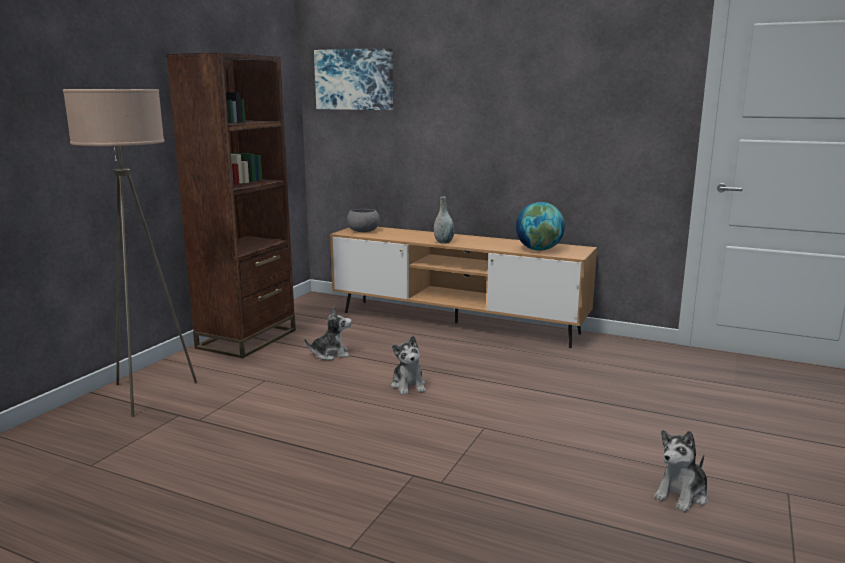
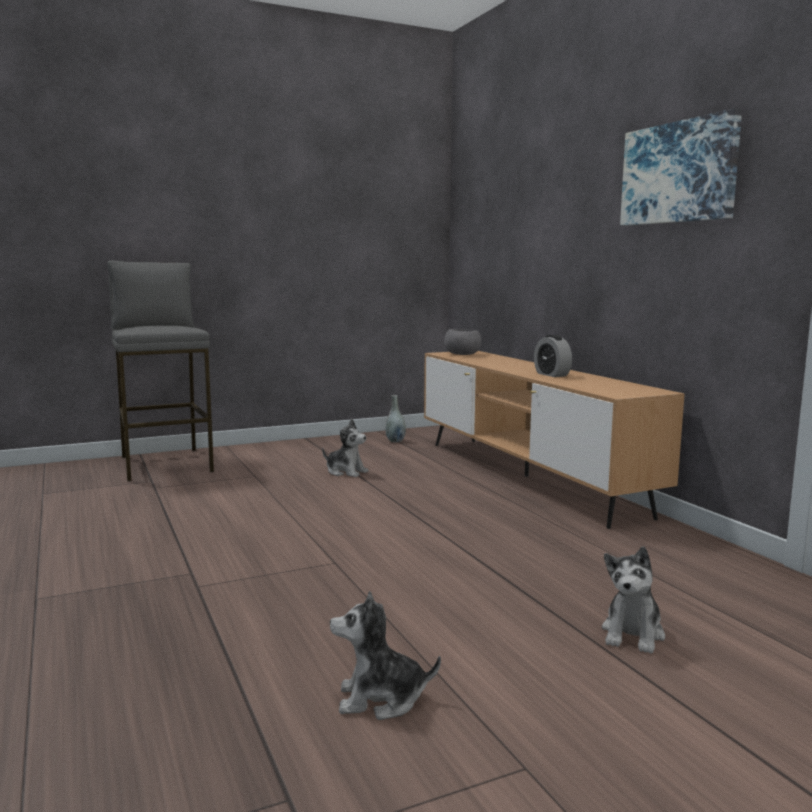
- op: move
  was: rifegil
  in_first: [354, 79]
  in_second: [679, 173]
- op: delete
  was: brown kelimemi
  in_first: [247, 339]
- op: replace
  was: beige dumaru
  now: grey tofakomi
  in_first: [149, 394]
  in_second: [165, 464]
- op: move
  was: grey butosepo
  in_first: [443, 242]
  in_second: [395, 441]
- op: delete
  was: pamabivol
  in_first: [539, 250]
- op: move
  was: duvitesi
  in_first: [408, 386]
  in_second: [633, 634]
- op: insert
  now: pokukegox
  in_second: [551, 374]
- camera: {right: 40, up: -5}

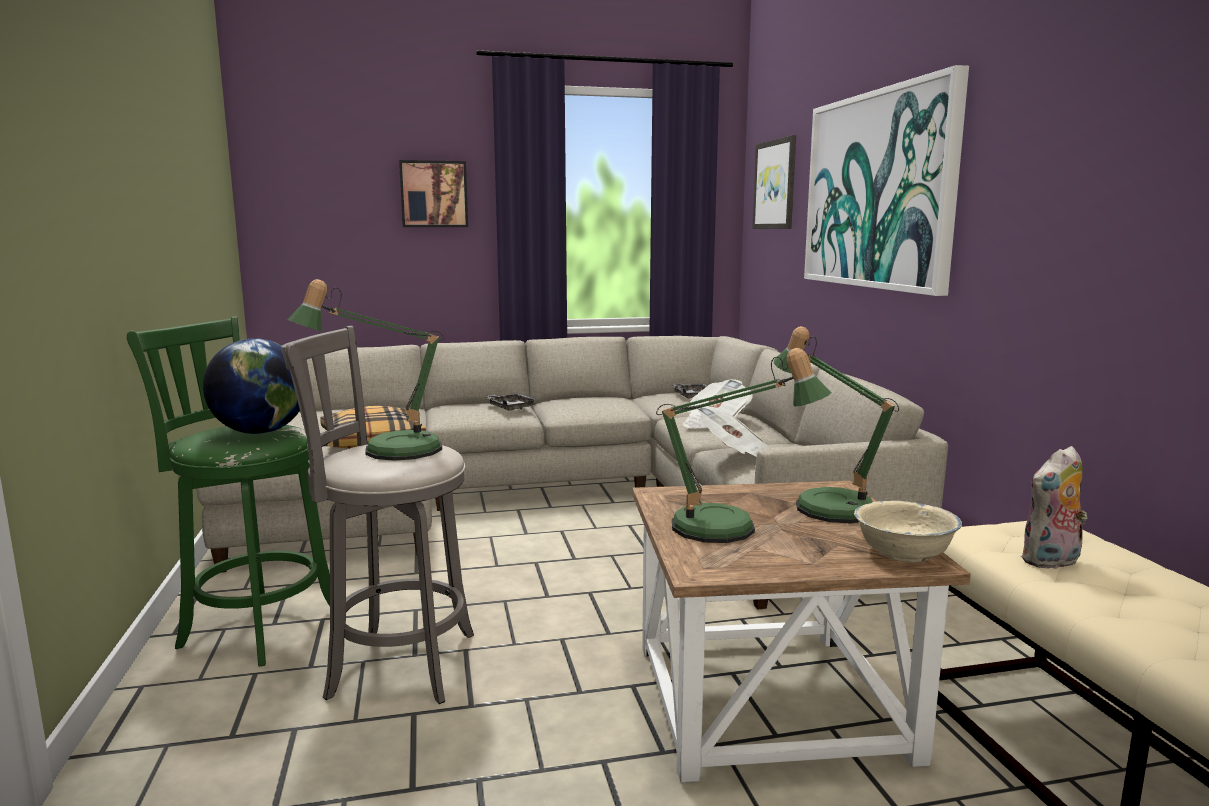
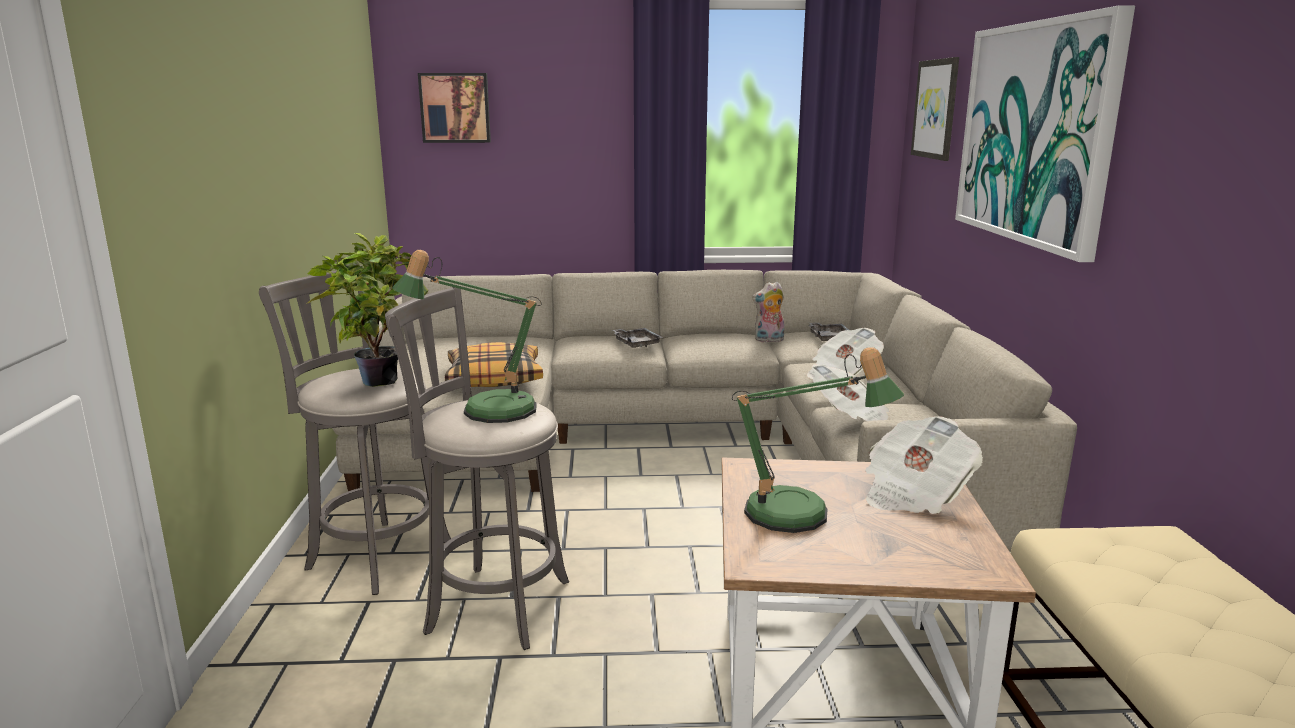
- op: move
  was: rifegil
  in_first: [434, 194]
  in_second: [455, 108]
- op: recolor
  was: green tofakomi
  now: grey tofakomi
  in_first: [255, 626]
  in_second: [375, 554]
- op: replace
  was: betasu
  now: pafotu
  in_first: [826, 504]
  in_second: [914, 493]
- op: replace
  was: pamabivol
  now: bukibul
  in_first: [260, 432]
  in_second: [378, 380]
- op: move
  was: duvitesi
  in_first: [1051, 562]
  in_second: [769, 340]
- op: delete
  was: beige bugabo
  in_first: [904, 553]
- camera: {right: 10, up: 5}

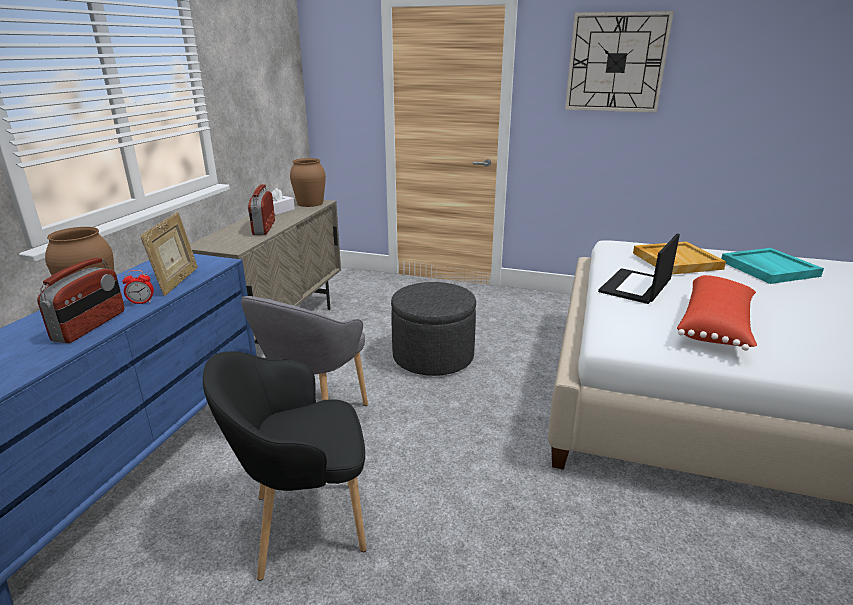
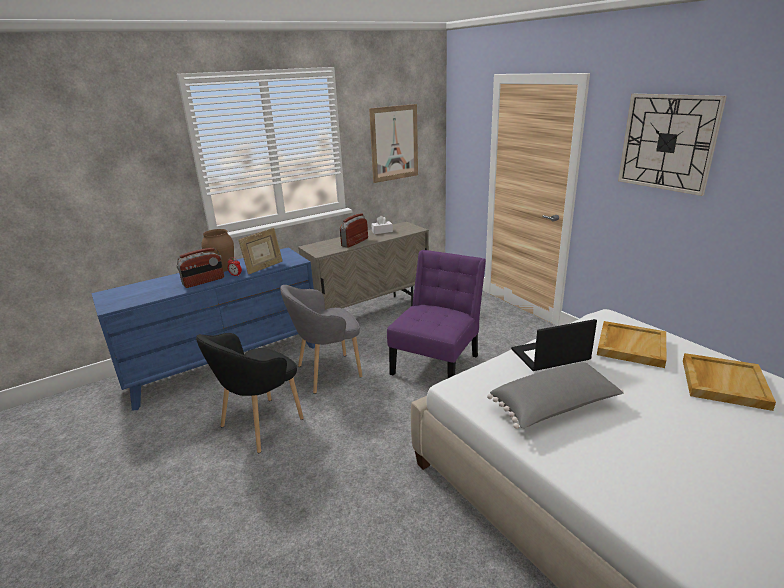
- op: delete
  was: brown butosepo
  in_first: [310, 203]
- op: recolor
  was: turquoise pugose
  now: beige pugose
  in_first: [768, 268]
  in_second: [723, 383]
- op: recolor
  was: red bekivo
  now: grey bekivo
  in_first: [716, 326]
  in_second: [554, 408]
- op: replace
  was: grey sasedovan
  now: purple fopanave
  in_first: [433, 356]
  in_second: [437, 362]
- op: rotate
  was: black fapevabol
  in_first: [303, 526]
  in_second: [260, 425]
  clockwise: -75
- op: insert
  now: rifegil
  in_second: [394, 143]
- camera: {right: 40, up: 0}

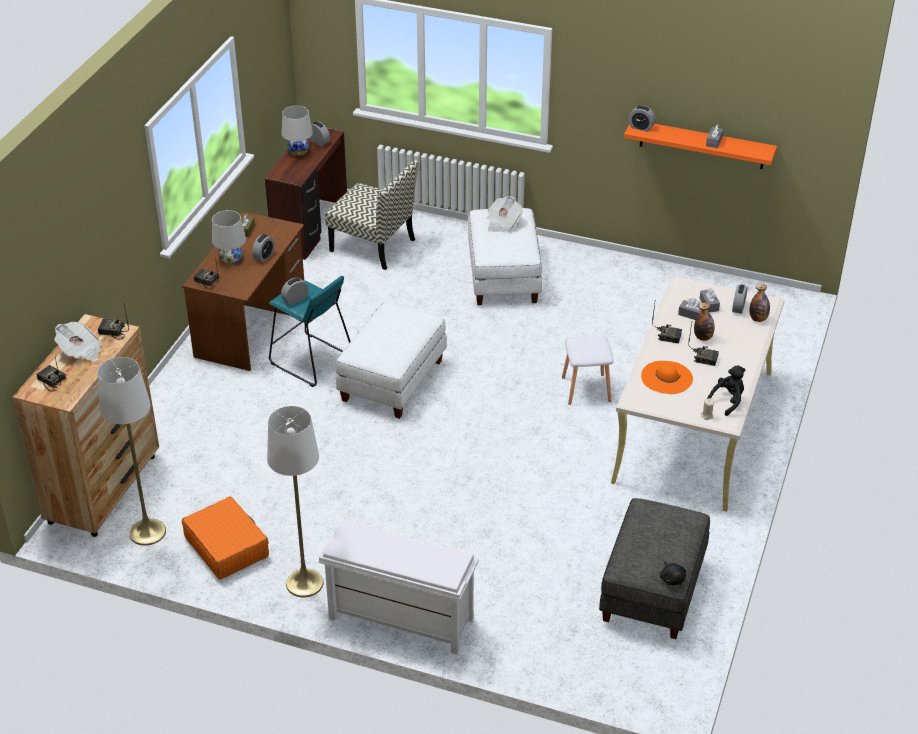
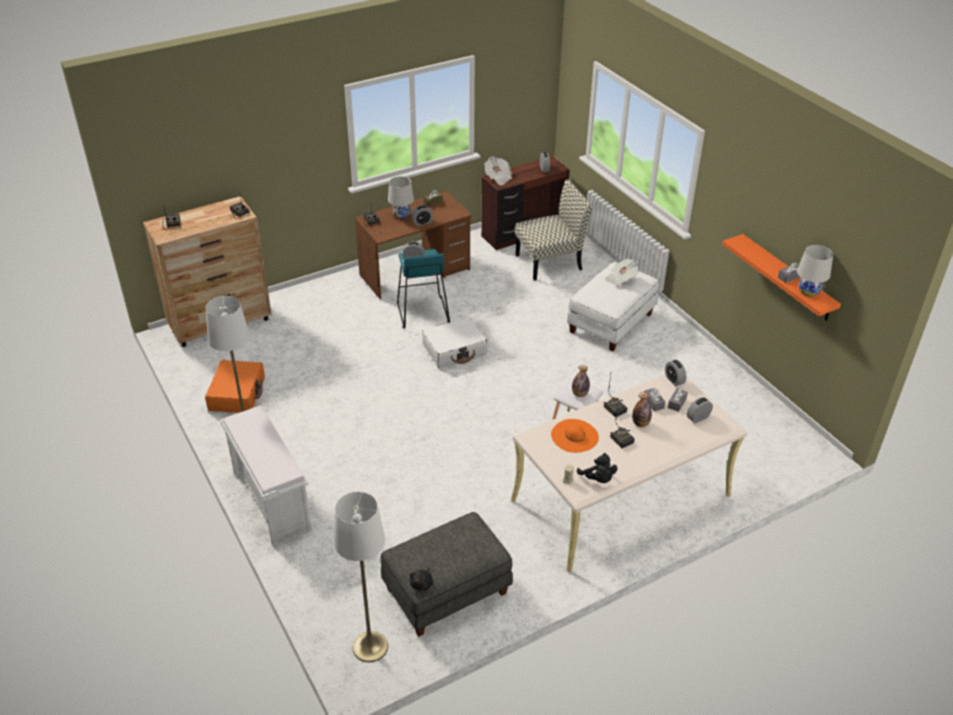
- op: move
  was: white betasu
  in_first: [298, 152]
  in_second: [808, 291]
- op: move
  was: pokukegox
  in_first: [641, 127]
  in_second: [674, 380]
- op: rotate
  was: fopanave
  in_first: [374, 245]
  in_second: [549, 262]
  clockwise: -90
- op: move
  was: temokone
  in_first: [758, 319]
  in_second: [579, 394]
- op: replace
  was: white sasedovan
  now: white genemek
  in_first: [392, 380]
  in_second: [455, 350]
- op: move
  was: pafotu
  in_first: [81, 351]
  in_second: [498, 178]
- op: move
  was: white dumaru
  in_first: [147, 532]
  in_second: [370, 646]
- op: rotate
  was: black duvitesi
  in_first: [728, 401]
  in_second: [598, 479]
  clockwise: 60
- camera: {right: 40, up: 0}

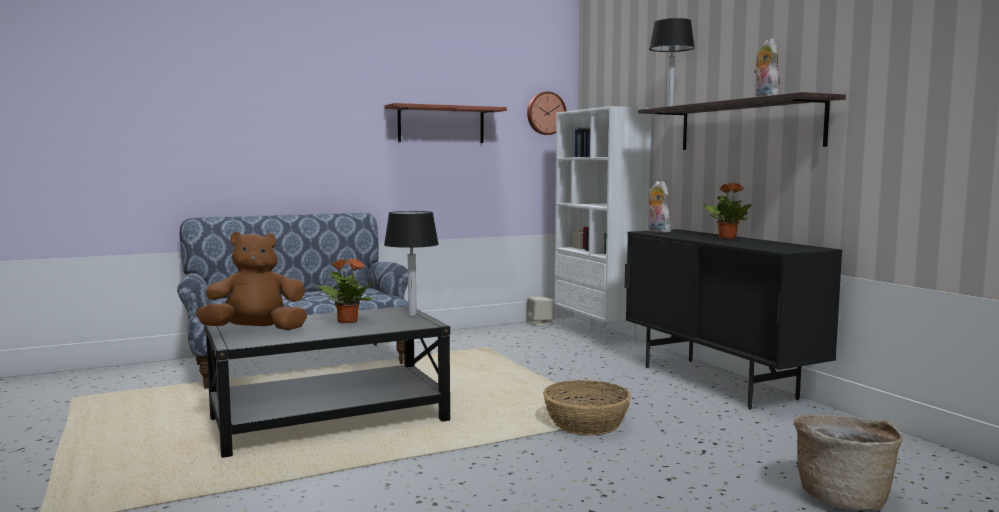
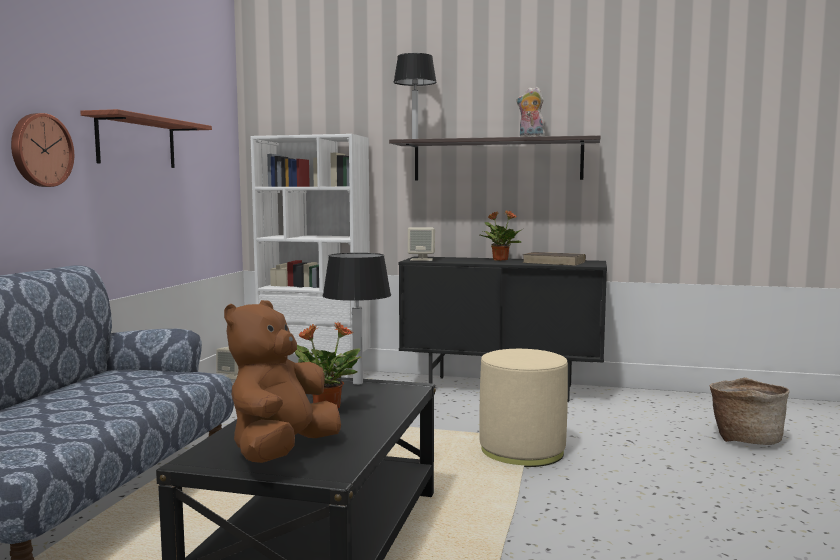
- op: move
  was: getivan
  in_first: [545, 113]
  in_second: [40, 150]
- op: replace
  was: duvitesi
  now: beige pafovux
  in_first: [657, 232]
  in_second: [422, 259]
- op: replace
  was: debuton
  now: beige sasedovan
  in_first: [586, 423]
  in_second: [522, 450]
- op: insert
  now: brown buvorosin
  in_second: [554, 262]
- camera: {right: -50, up: 0}

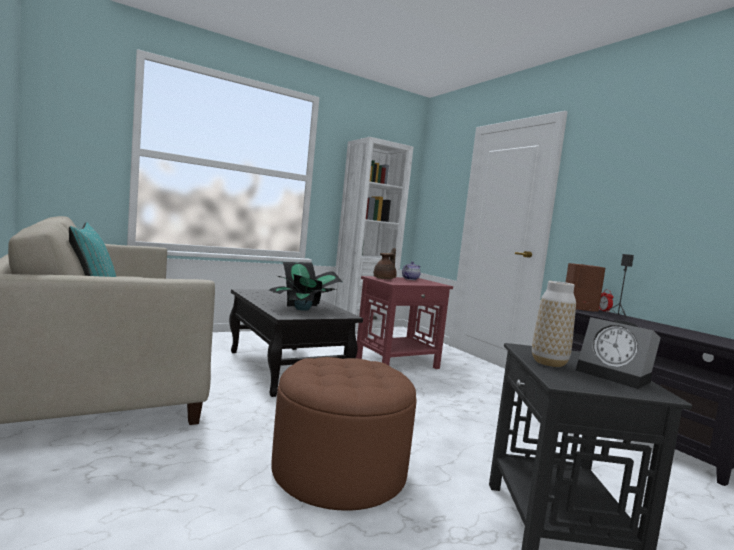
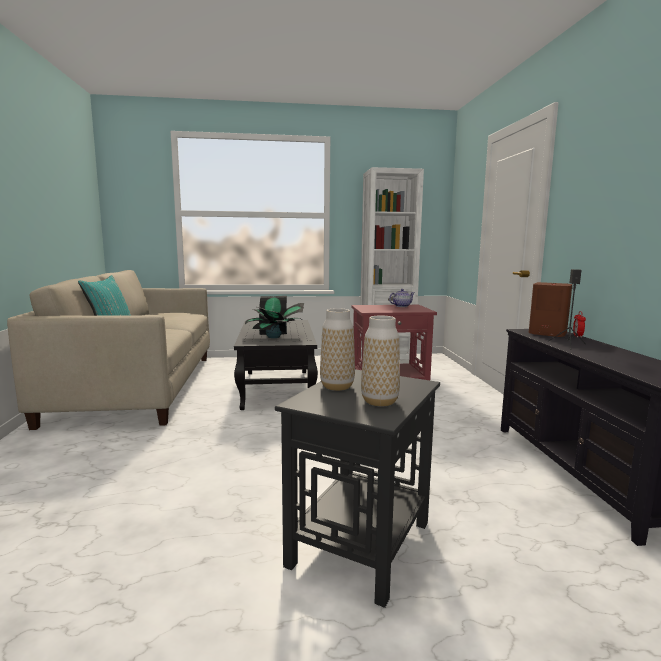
- op: delete
  was: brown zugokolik
  in_first: [385, 279]
- op: replace
  was: pokukegox
  now: butosepo
  in_first: [616, 376]
  in_second: [379, 401]
- op: delete
  was: brown sasedovan
  in_first: [339, 471]
- camera: {right: 25, up: 5}

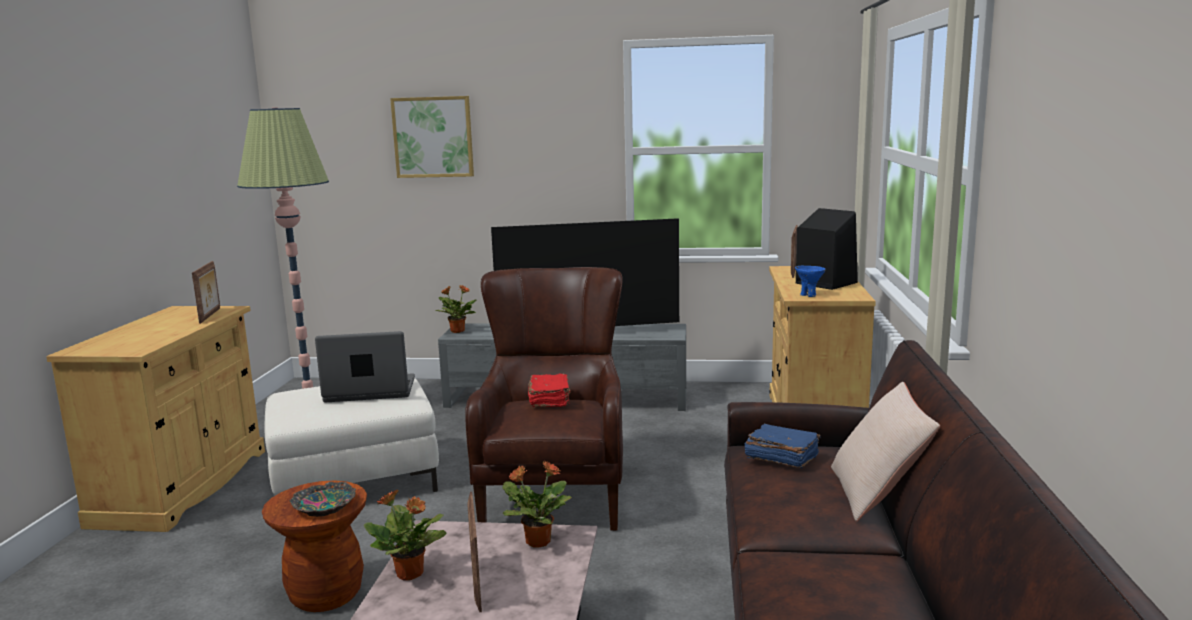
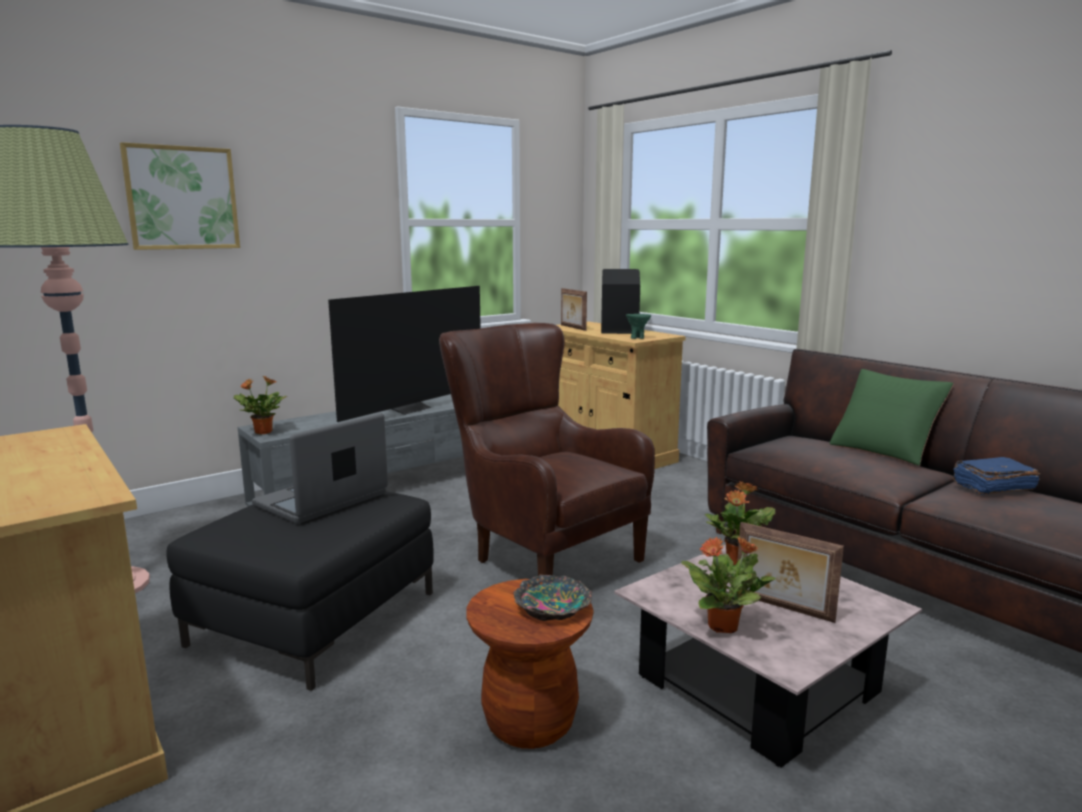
- op: delete
  was: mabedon
  in_first: [211, 315]
- op: recolor
  was: blue bugabo
  now: green bugabo
  in_first: [808, 295]
  in_second: [637, 338]
- op: delete
  was: red buvorosin
  in_first: [550, 400]
- op: recolor
  was: white sasedovan
  now: black sasedovan
  in_first: [354, 479]
  in_second: [315, 618]
- op: recolor
  was: beige bekivo
  now: green bekivo
  in_first: [878, 493]
  in_second: [884, 450]
- op: move
  was: blue buvorosin
  in_first: [781, 457]
  in_second: [991, 487]
- camera: {right: -45, up: 0}

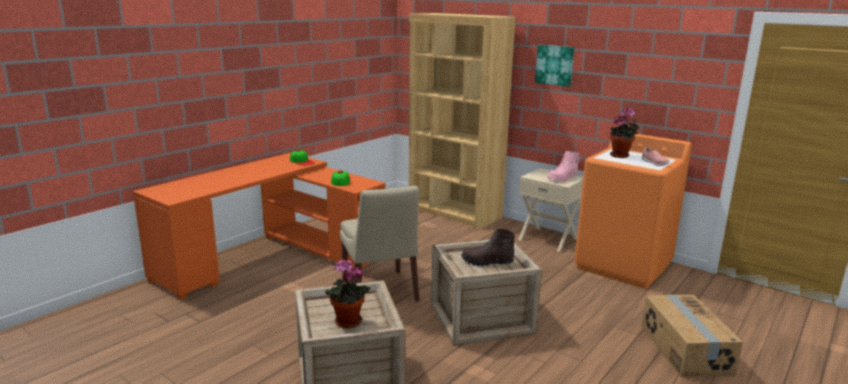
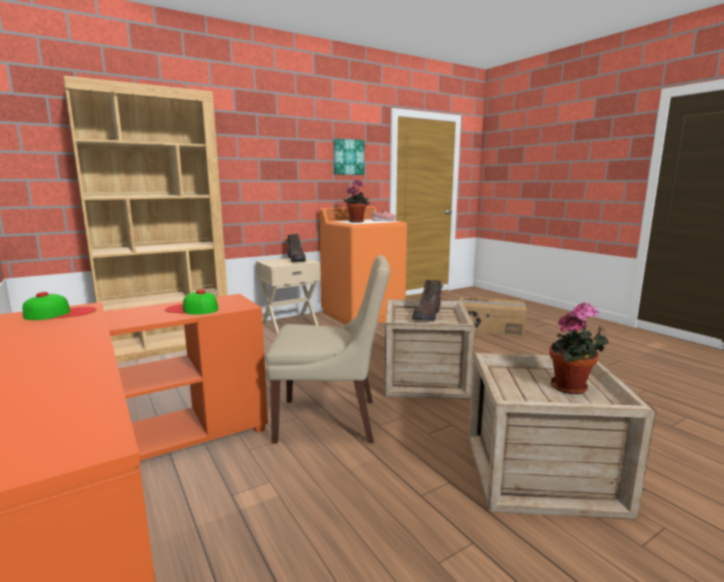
- op: move
  was: rifegil
  in_first: [555, 65]
  in_second: [348, 157]
- op: recolor
  was: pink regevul
  now: brown regevul
  in_first: [563, 178]
  in_second: [296, 260]
- camera: {right: -70, up: -5}

